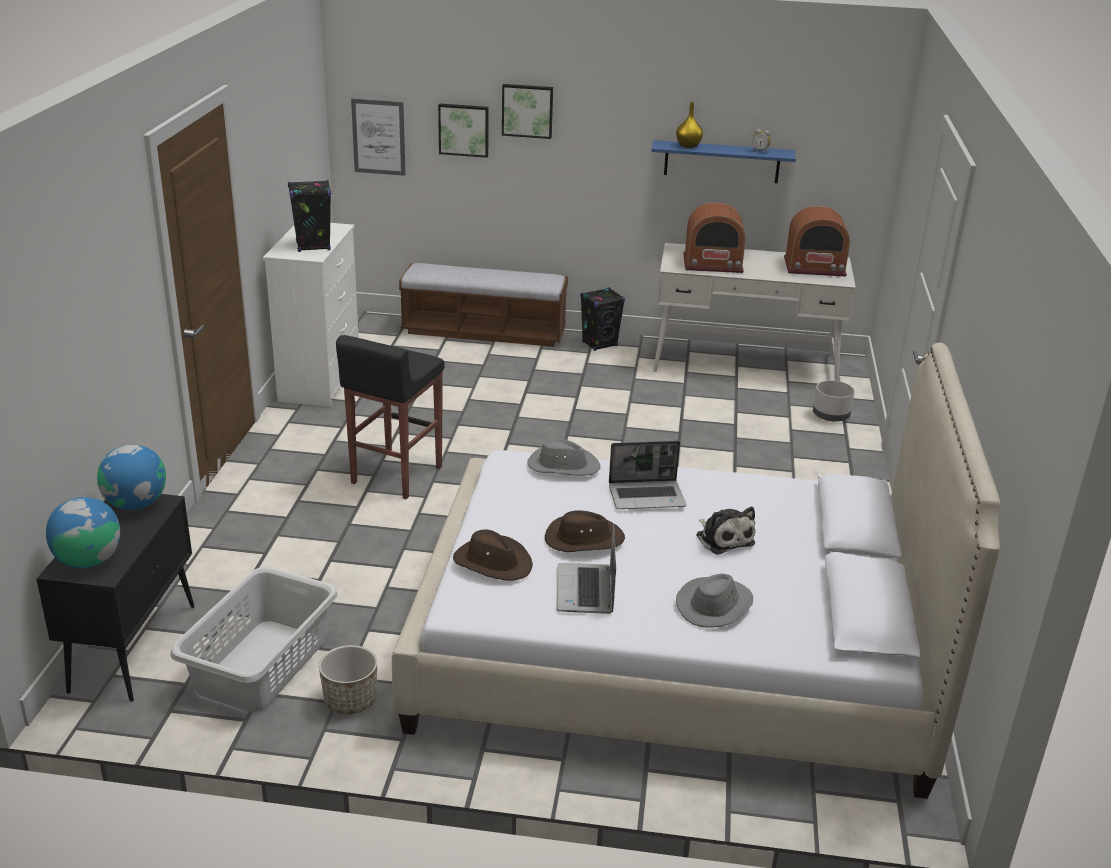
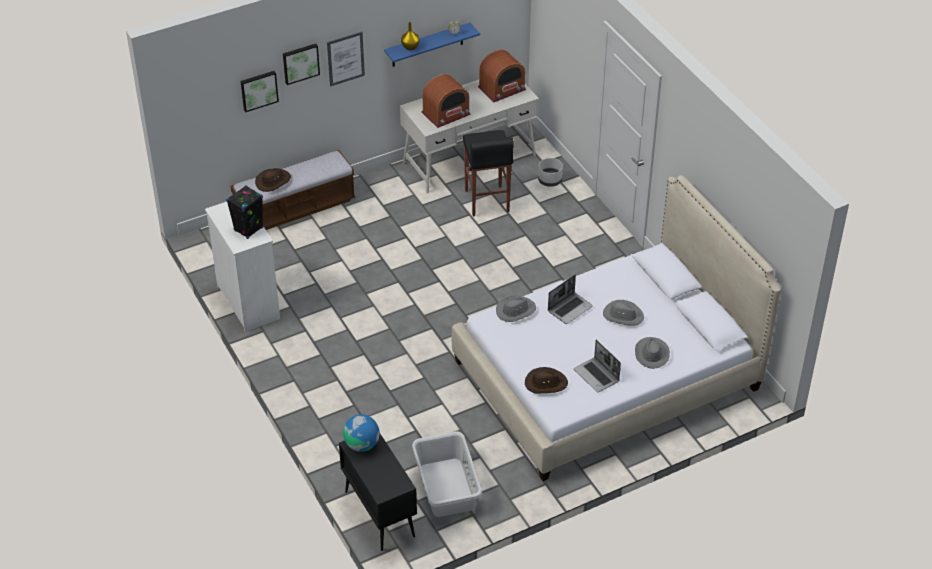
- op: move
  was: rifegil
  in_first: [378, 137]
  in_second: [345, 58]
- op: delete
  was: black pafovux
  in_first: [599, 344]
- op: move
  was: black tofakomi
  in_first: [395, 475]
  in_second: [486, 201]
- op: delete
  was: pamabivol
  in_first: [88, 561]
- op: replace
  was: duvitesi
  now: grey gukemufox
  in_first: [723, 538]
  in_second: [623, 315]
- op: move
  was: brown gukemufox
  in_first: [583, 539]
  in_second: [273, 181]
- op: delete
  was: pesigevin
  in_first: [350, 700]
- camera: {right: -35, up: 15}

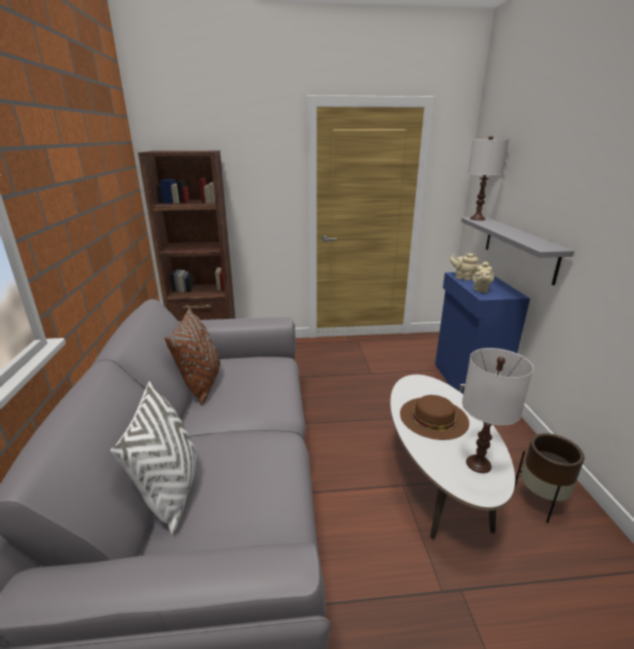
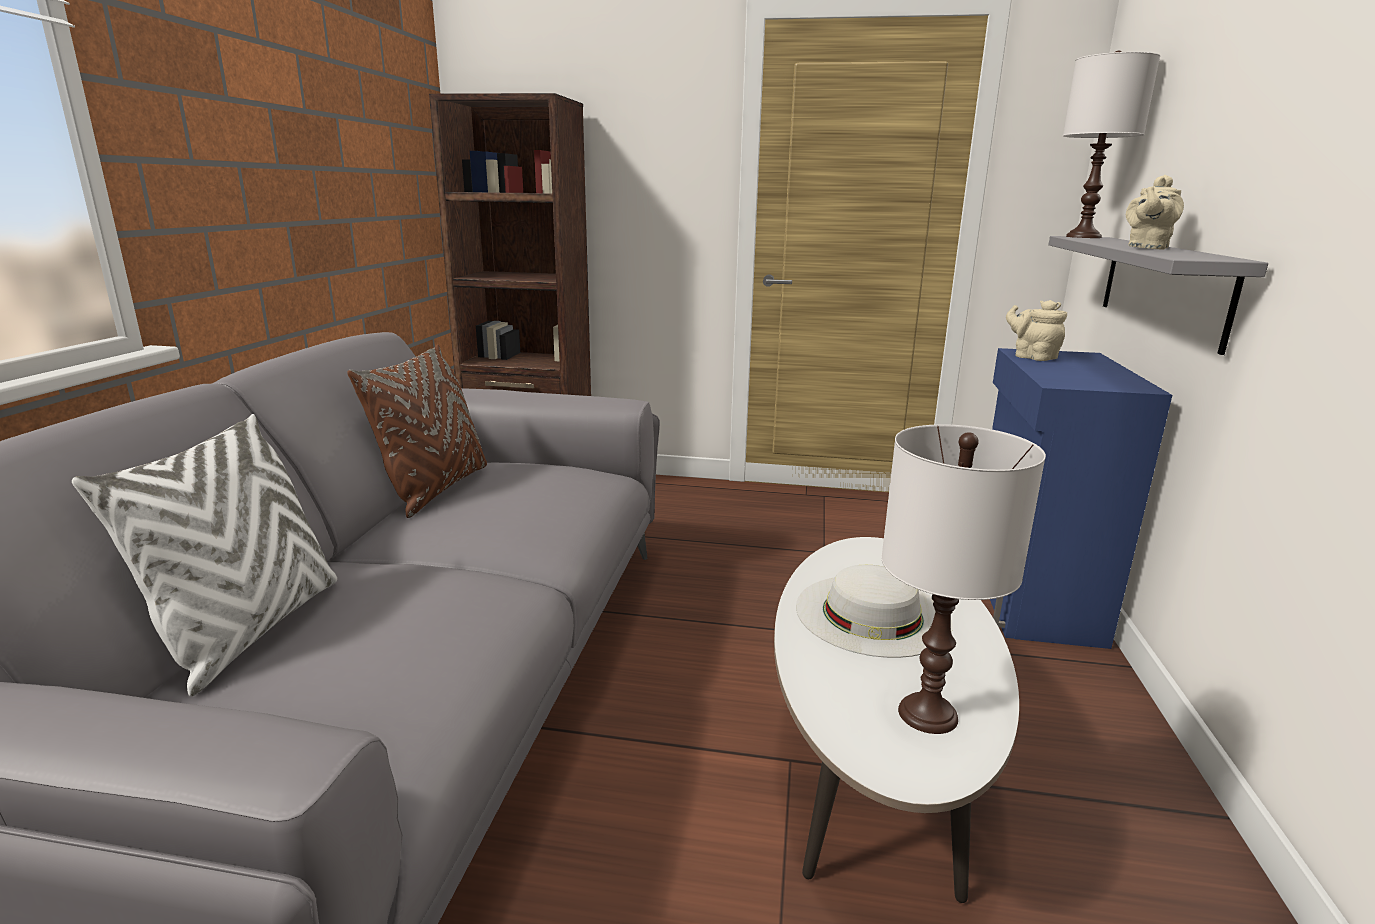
- op: move
  was: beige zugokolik
  in_first: [480, 290]
  in_second: [1146, 248]
- op: recolor
  was: brown gukemufox
  now: white gukemufox
  in_first: [434, 417]
  in_second: [872, 614]
- op: delete
  was: brown pesigevin
  in_first: [540, 501]
- camera: {right: 15, up: -5}

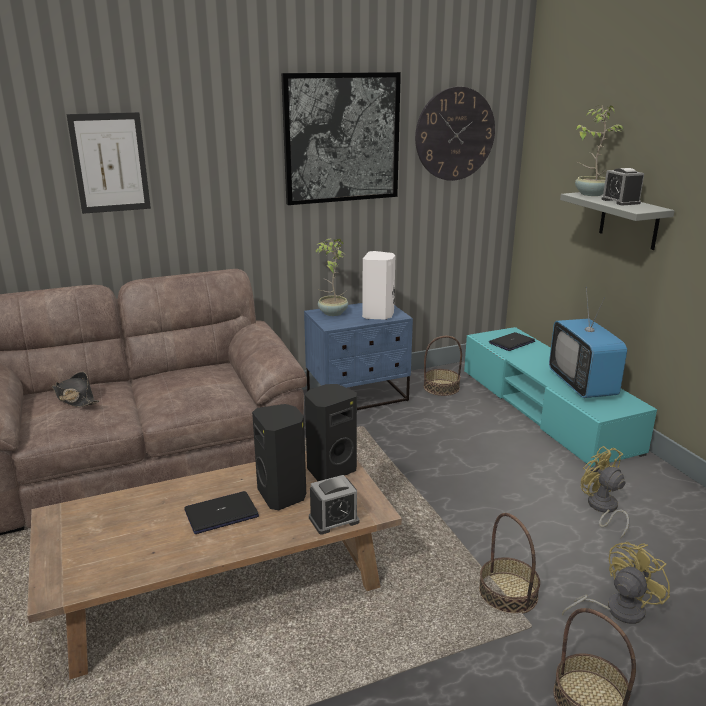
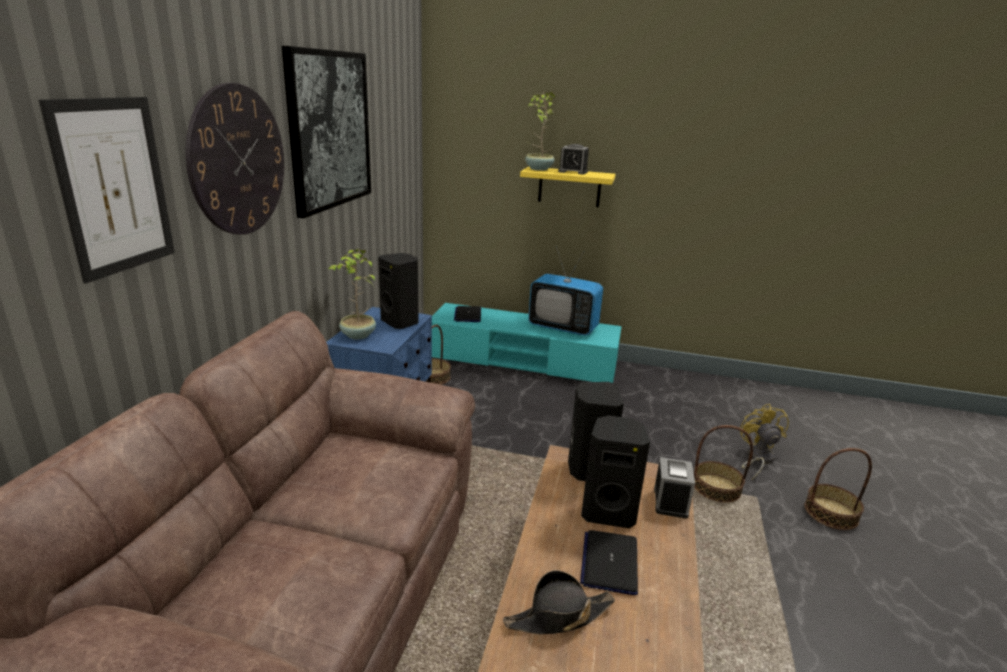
- op: move
  was: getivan
  in_first: [455, 134]
  in_second: [238, 161]
- op: recolor
  was: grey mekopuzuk
  now: yellow mekopuzuk
  in_first: [629, 220]
  in_second: [569, 187]
- op: recolor
  was: white pafovux
  now: black pafovux
  in_first: [378, 315]
  in_second: [401, 322]
- op: move
  was: black gukemufox
  in_first: [75, 399]
  in_second: [558, 616]
- op: delete
  was: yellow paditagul
  in_first: [602, 509]
- camera: {right: -55, up: 0}

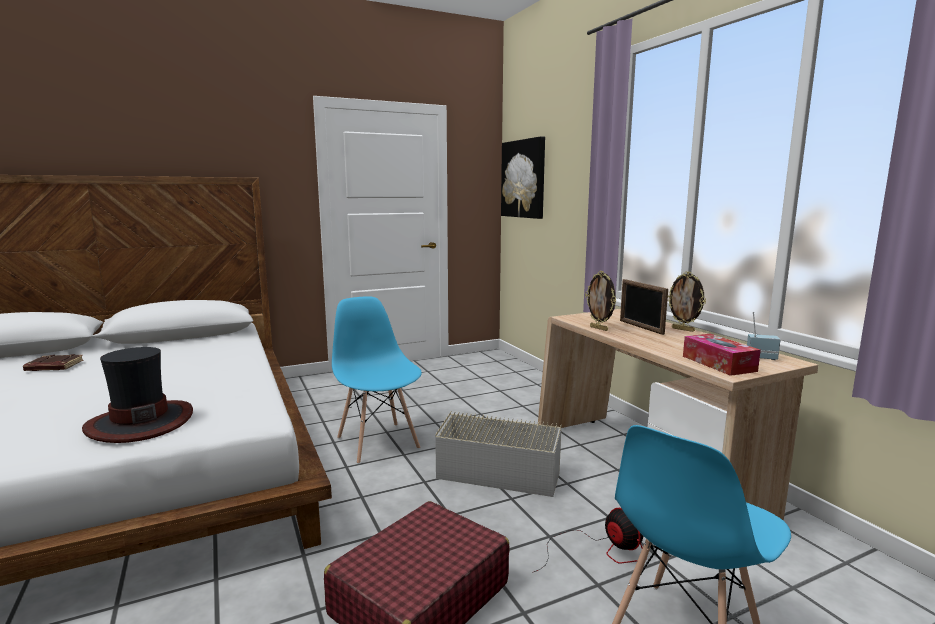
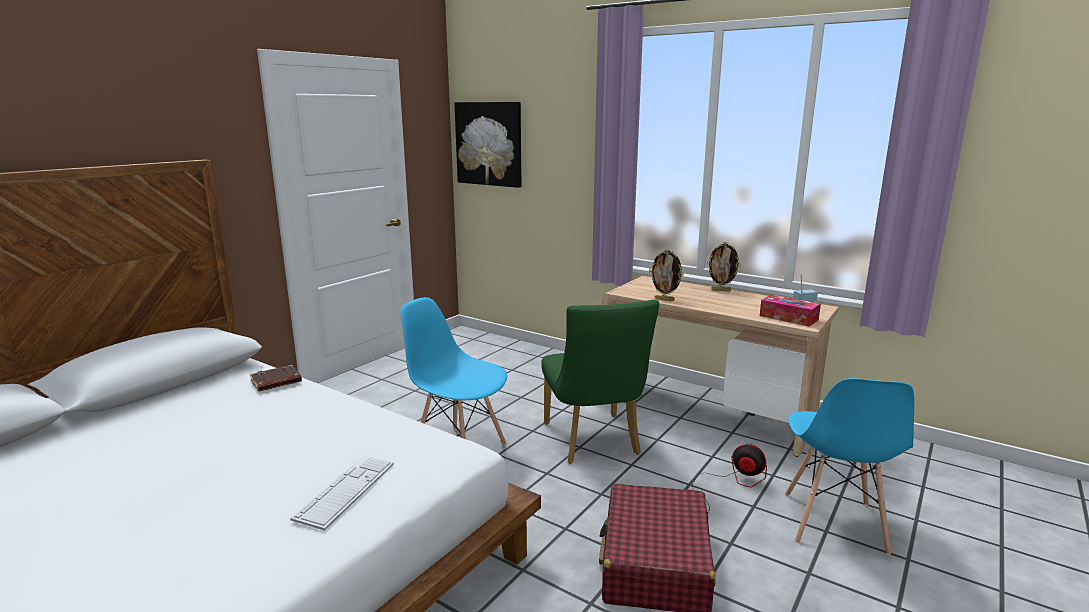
- op: delete
  was: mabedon
  in_first: [640, 327]
- op: replace
  was: gukemufox
  now: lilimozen
  in_first: [140, 422]
  in_second: [346, 491]
- op: move
  was: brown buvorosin
  in_first: [53, 367]
  in_second: [276, 382]
- op: replace
  was: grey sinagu
  now: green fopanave
  in_first: [499, 468]
  in_second: [594, 442]
- camera: {right: -30, up: 5}

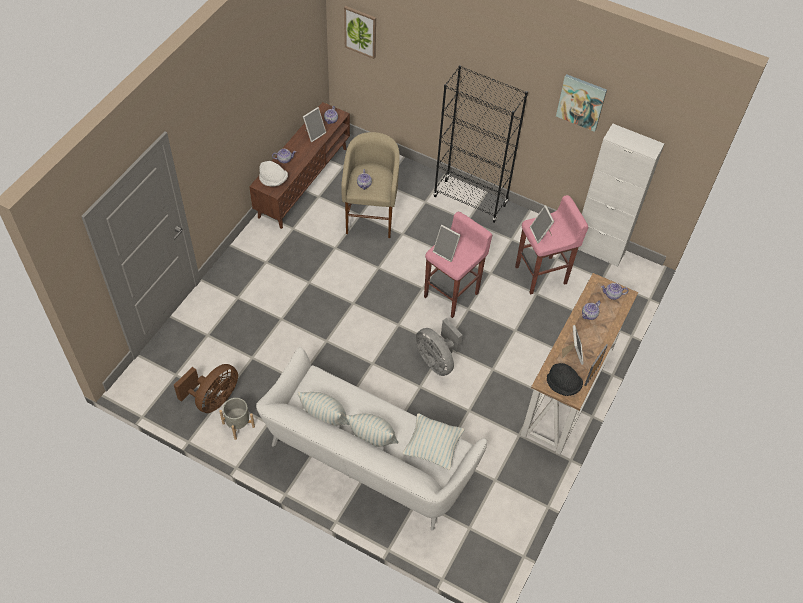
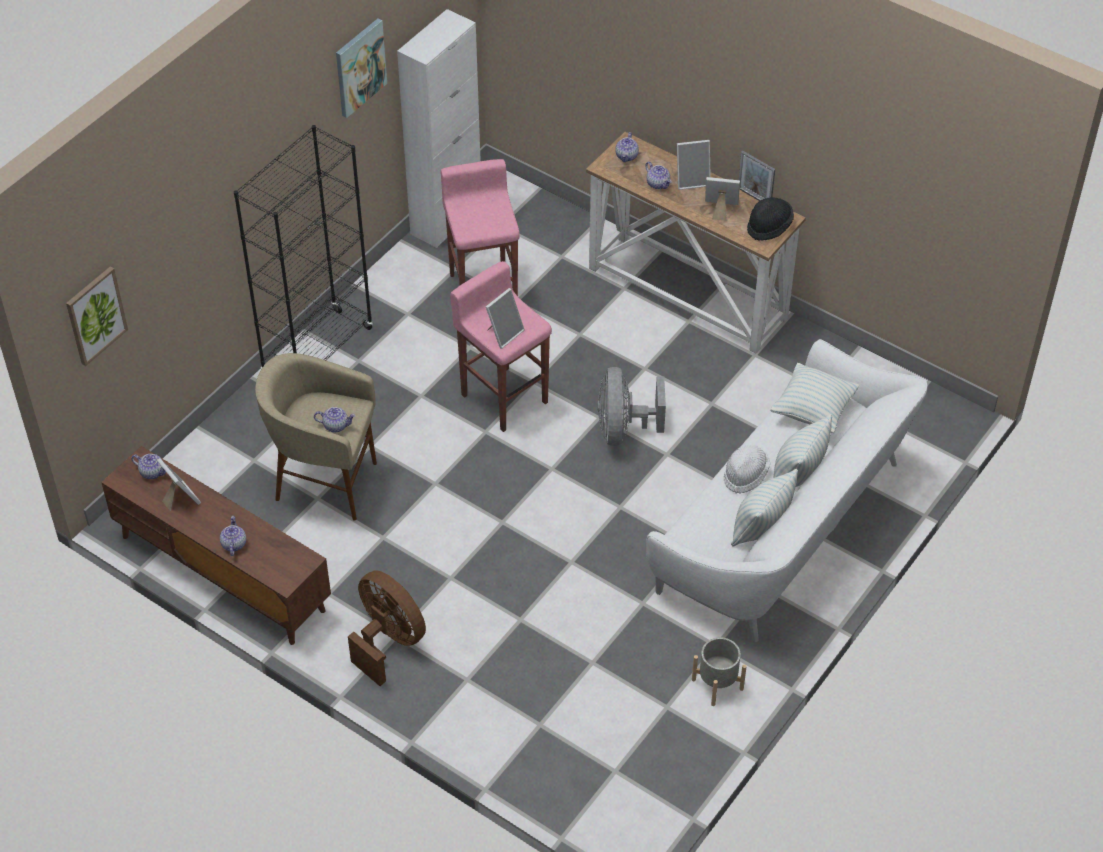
- op: move
  was: white gukemufox
  in_first: [273, 180]
  in_second: [745, 475]
- op: move
  was: mabedon
  in_first: [541, 234]
  in_second: [692, 180]
- op: rotate
  was: grey paditagul
  in_first: [437, 360]
  in_second: [623, 429]
  clockwise: 120
- op: move
  was: brown paditagul
  in_first: [213, 399]
  in_second: [388, 641]
- camera: {right: -80, up: -5}

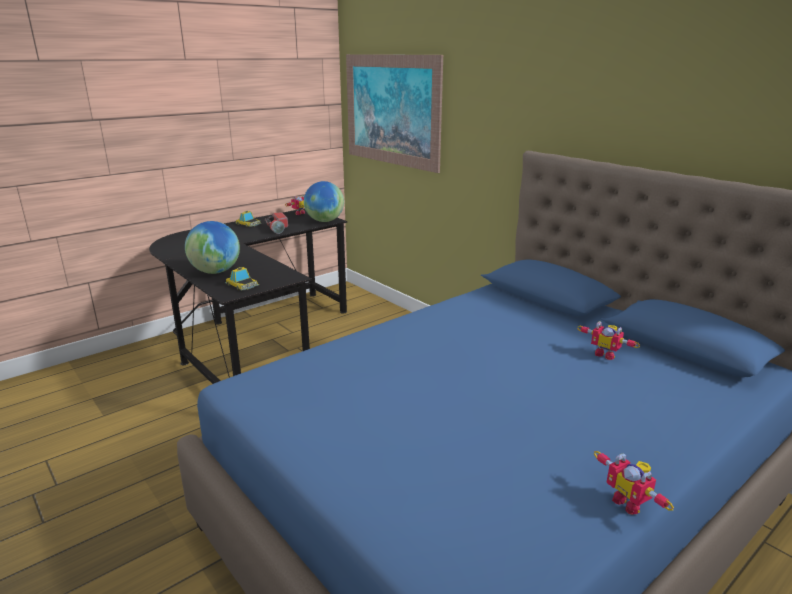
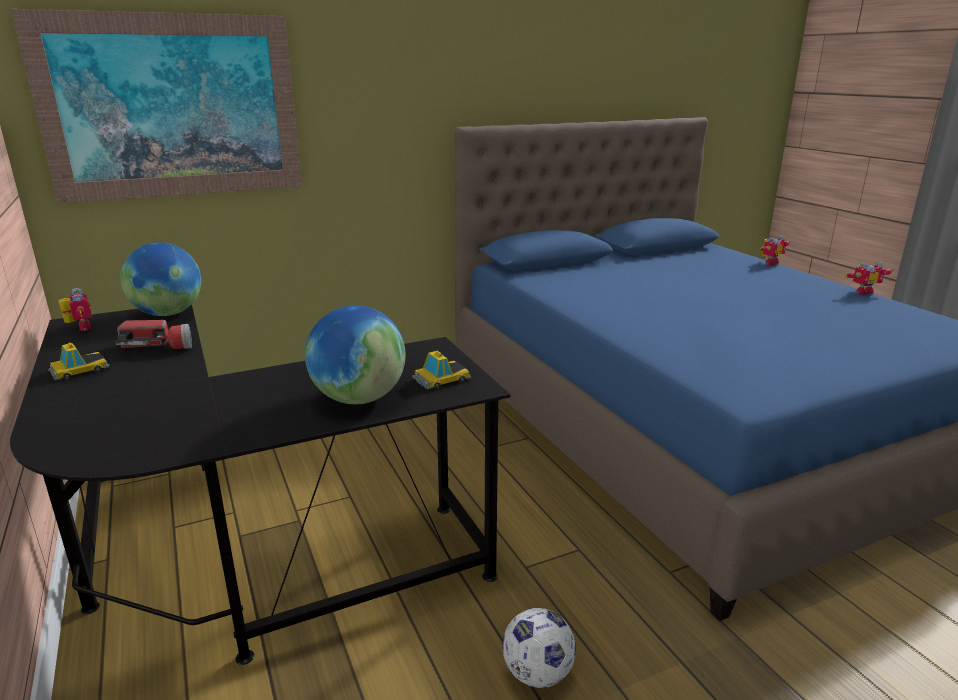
- op: move
  was: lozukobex
  in_first: [605, 354]
  in_second: [769, 262]
- op: insert
  now: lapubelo
  in_second: [538, 673]
- camera: {right: -75, up: 0}

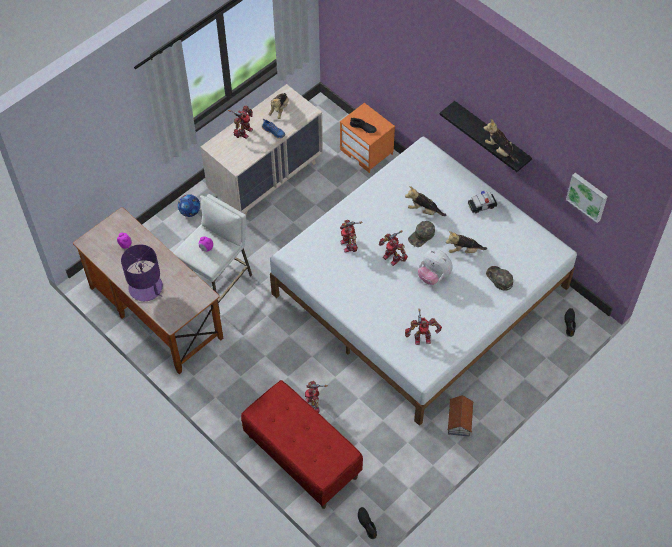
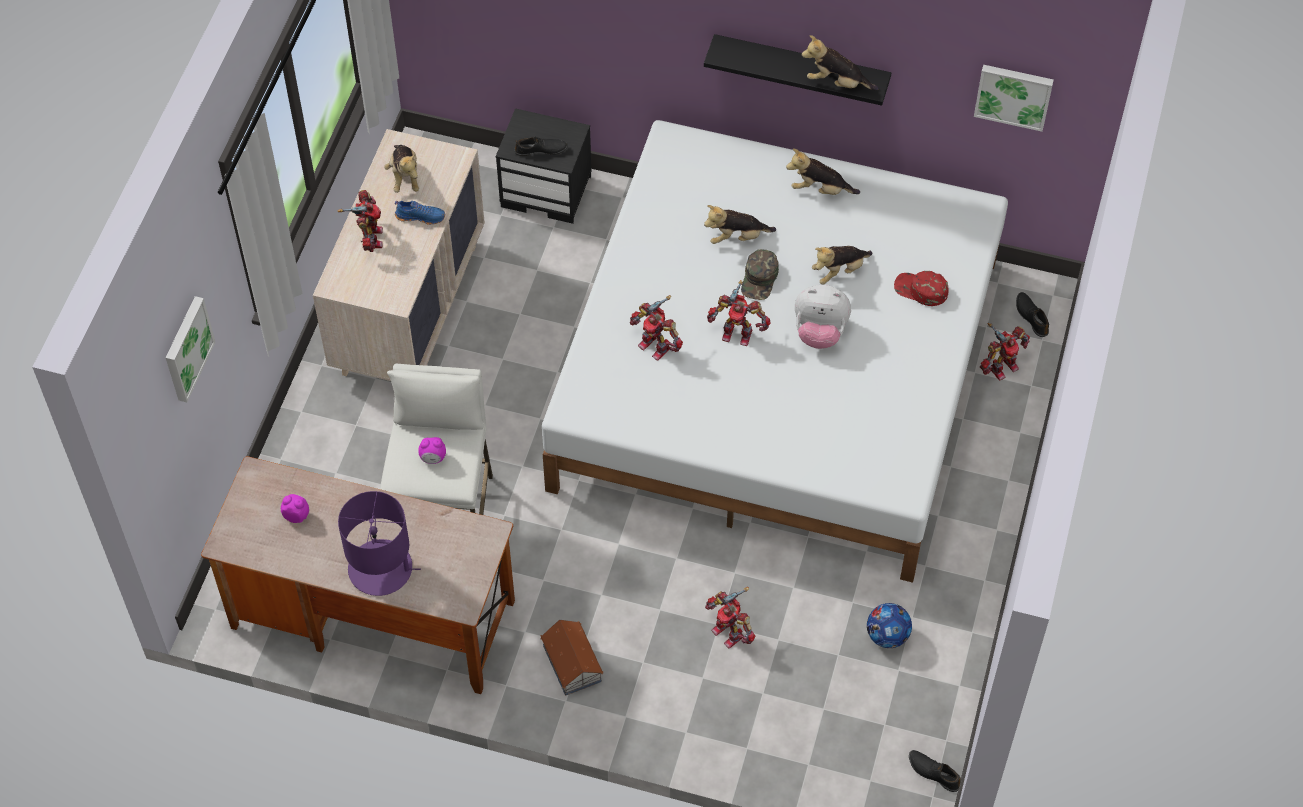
- op: recolor
  was: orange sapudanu
  now: black sapudanu
  in_first: [367, 152]
  in_second: [547, 191]
- op: replace
  was: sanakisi
  now: duvitesi
  in_first: [481, 206]
  in_second: [820, 189]
- op: move
  was: lapubelo
  in_first: [190, 212]
  in_second: [887, 636]
- op: recolor
  was: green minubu
  now: red minubu
  in_first: [499, 279]
  in_second: [920, 290]
- op: move
  was: lozukobex
  in_first: [422, 337]
  in_second: [1001, 366]
- op: delete
  was: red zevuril
  in_first: [302, 457]
- op: move
  was: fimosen
  in_first: [459, 420]
  in_second: [572, 664]
- op: insert
  now: rifegil
  in_second: [186, 348]
- camera: {right: -30, up: 0}

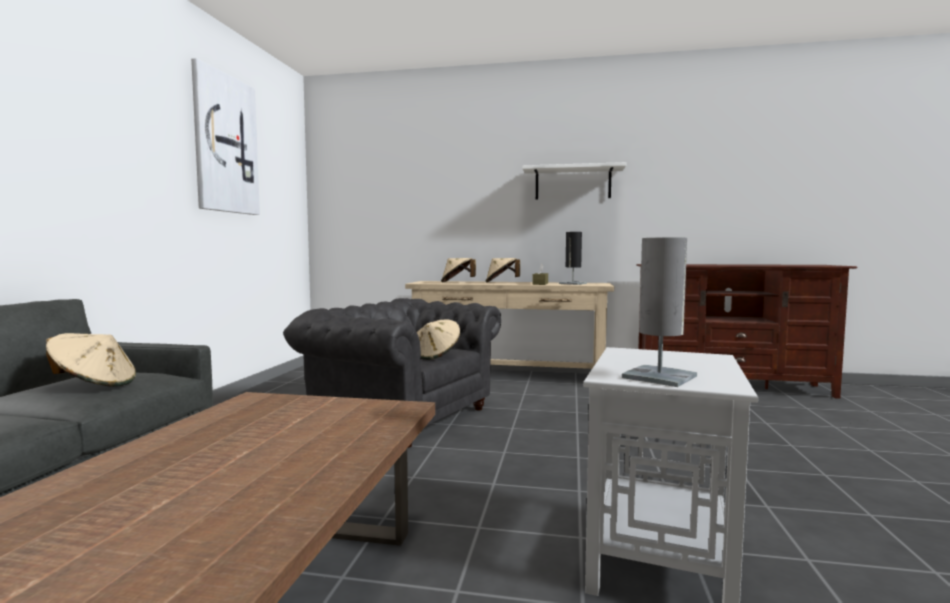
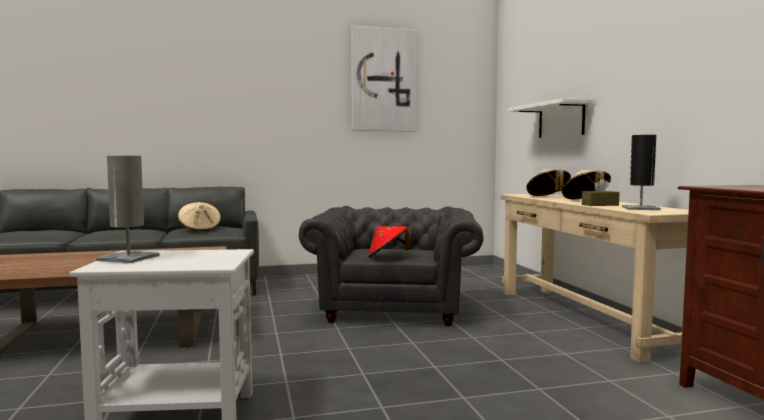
- op: move
  was: white mekopuzuk
  in_first: [573, 183]
  in_second: [561, 120]
- op: recolor
  was: beige gukemufox
  now: red gukemufox
  in_first: [435, 355]
  in_second: [388, 257]
- camera: {right: 65, up: 0}

